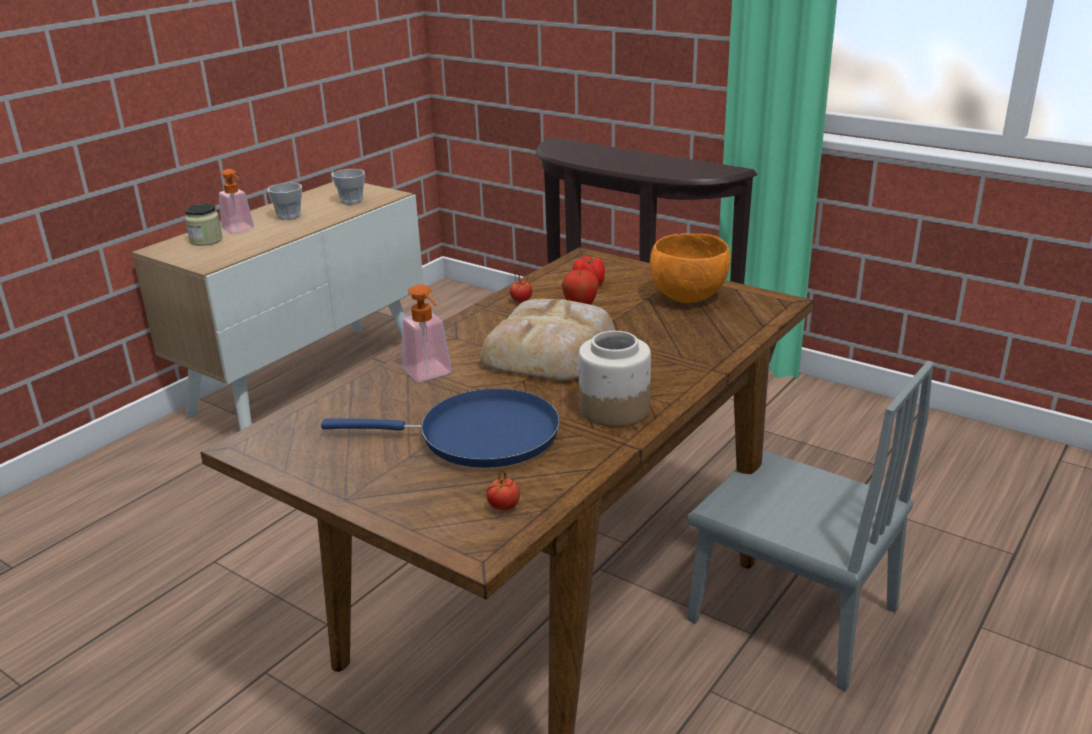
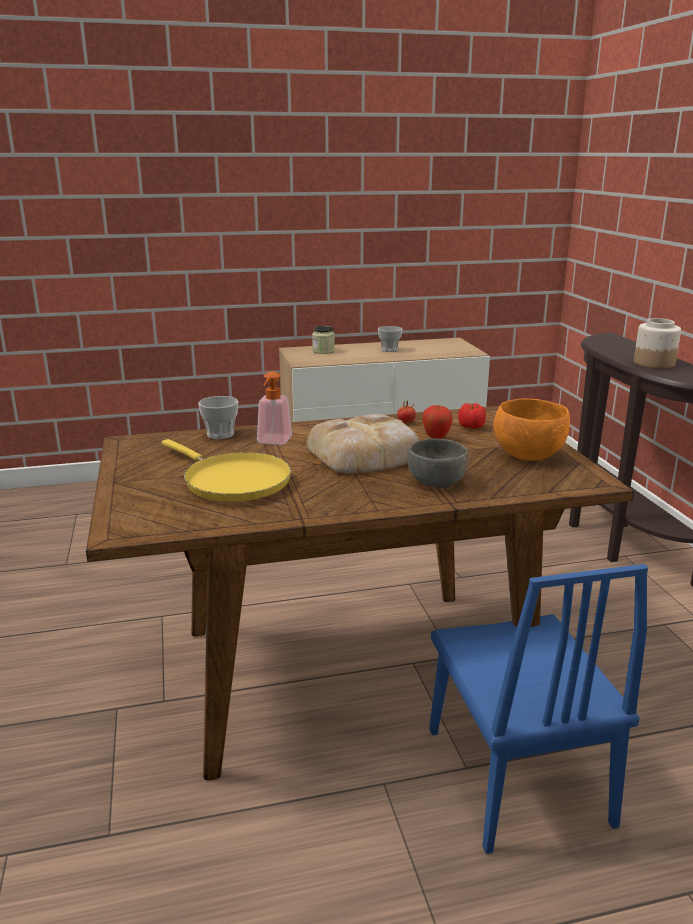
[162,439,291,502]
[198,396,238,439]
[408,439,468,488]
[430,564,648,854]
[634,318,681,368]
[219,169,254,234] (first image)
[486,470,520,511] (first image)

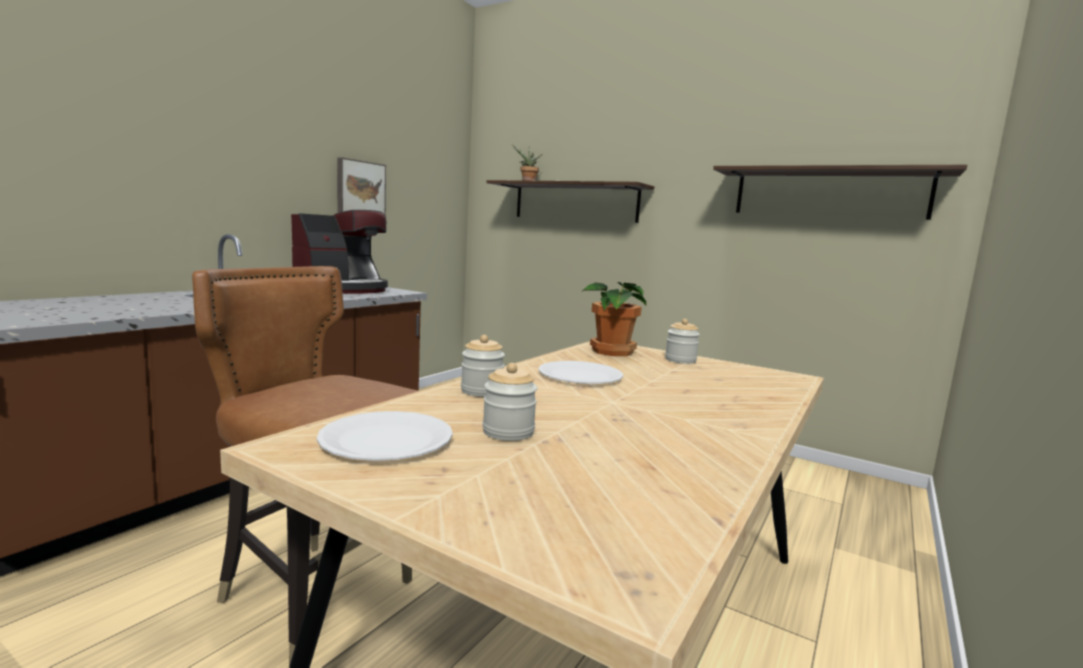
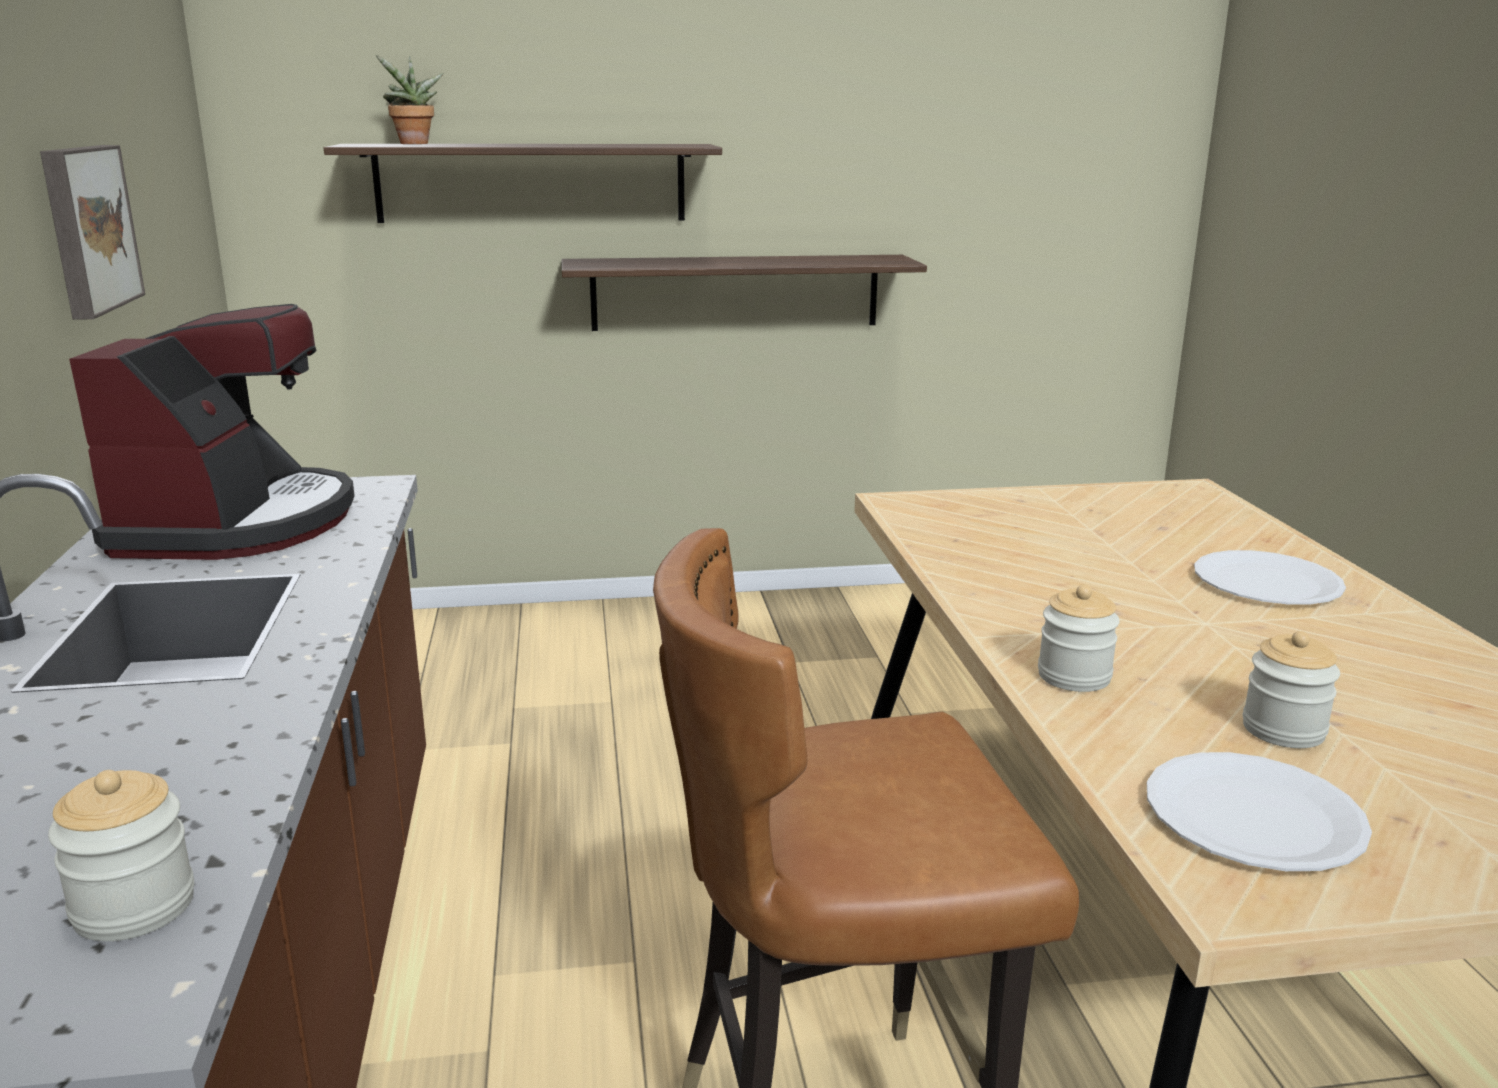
[48,770,194,941]
[561,255,927,331]
[1194,550,1346,604]
[581,282,646,356] (first image)

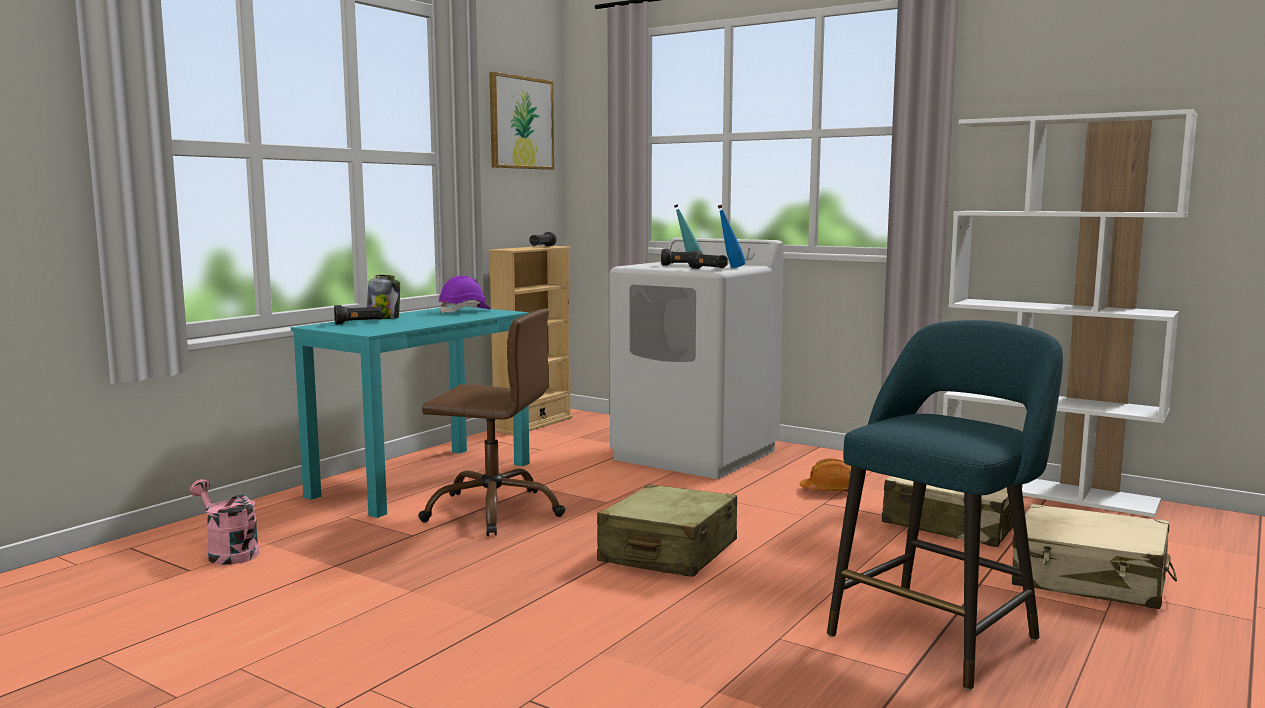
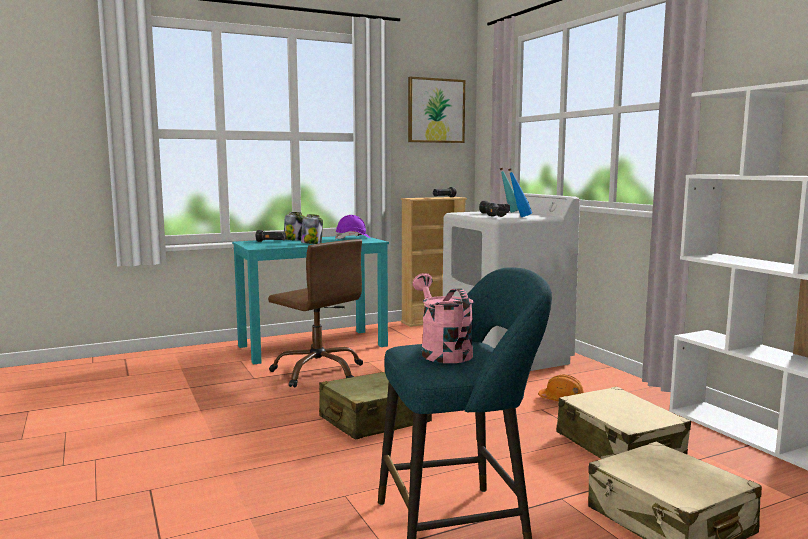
[301,214,323,244]
[413,273,473,363]

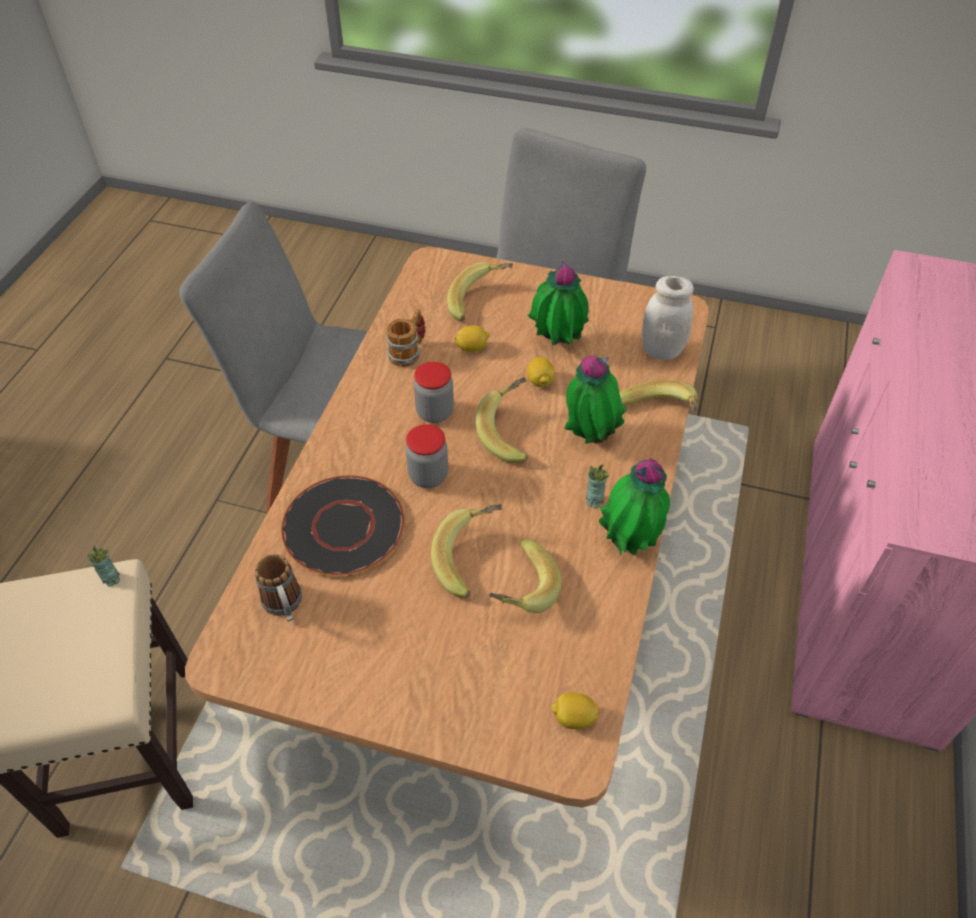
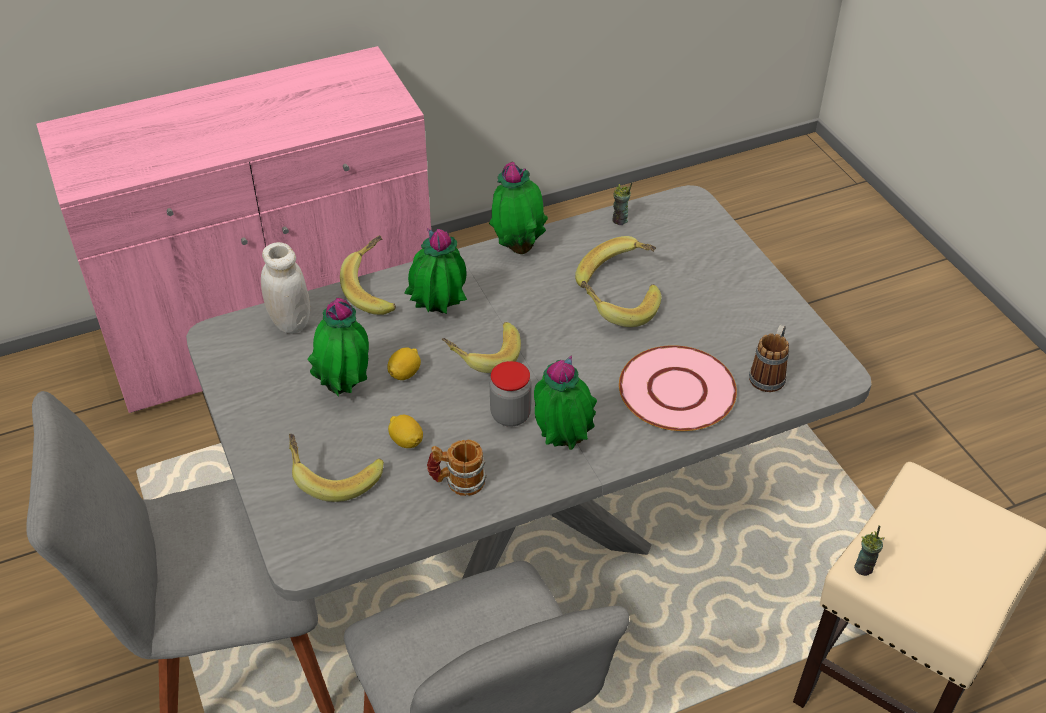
[186,185,872,602]
[534,355,597,450]
[612,182,632,225]
[619,345,737,431]
[405,424,448,488] (first image)
[551,692,599,730] (first image)

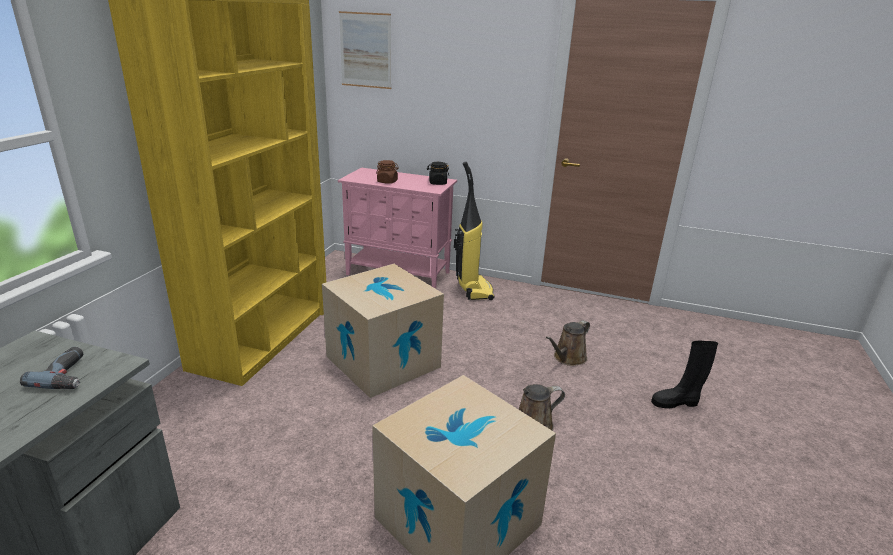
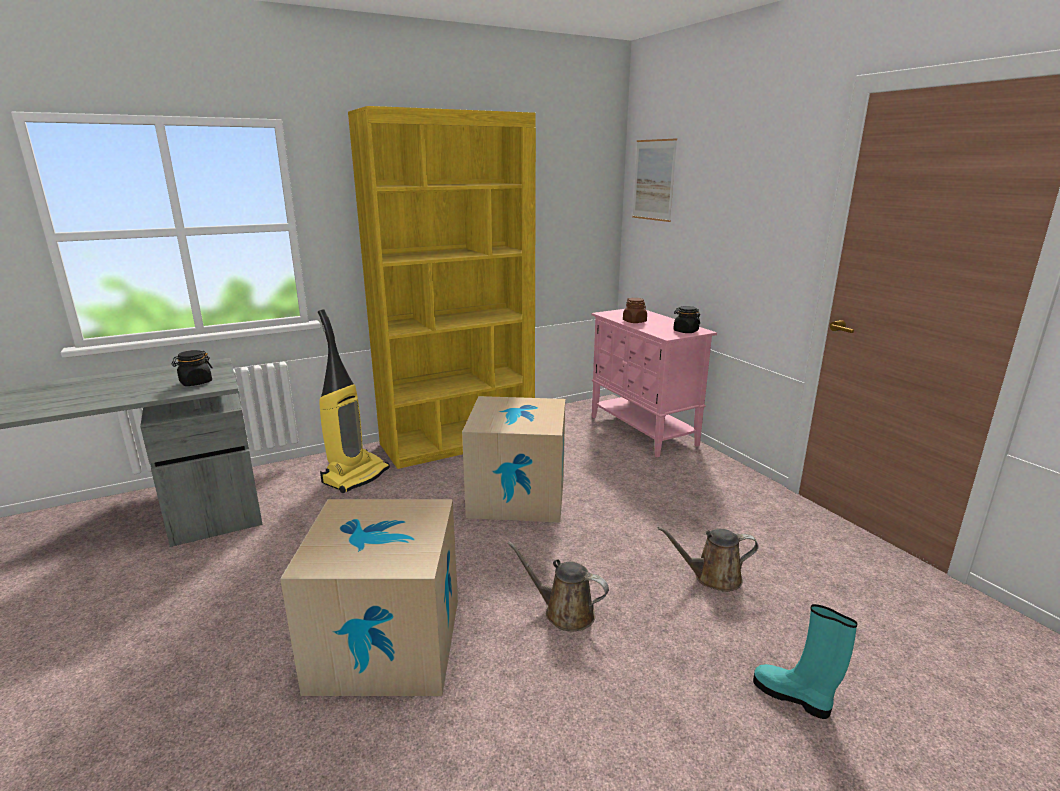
[172,350,213,386]
[318,309,390,493]
[753,604,858,719]

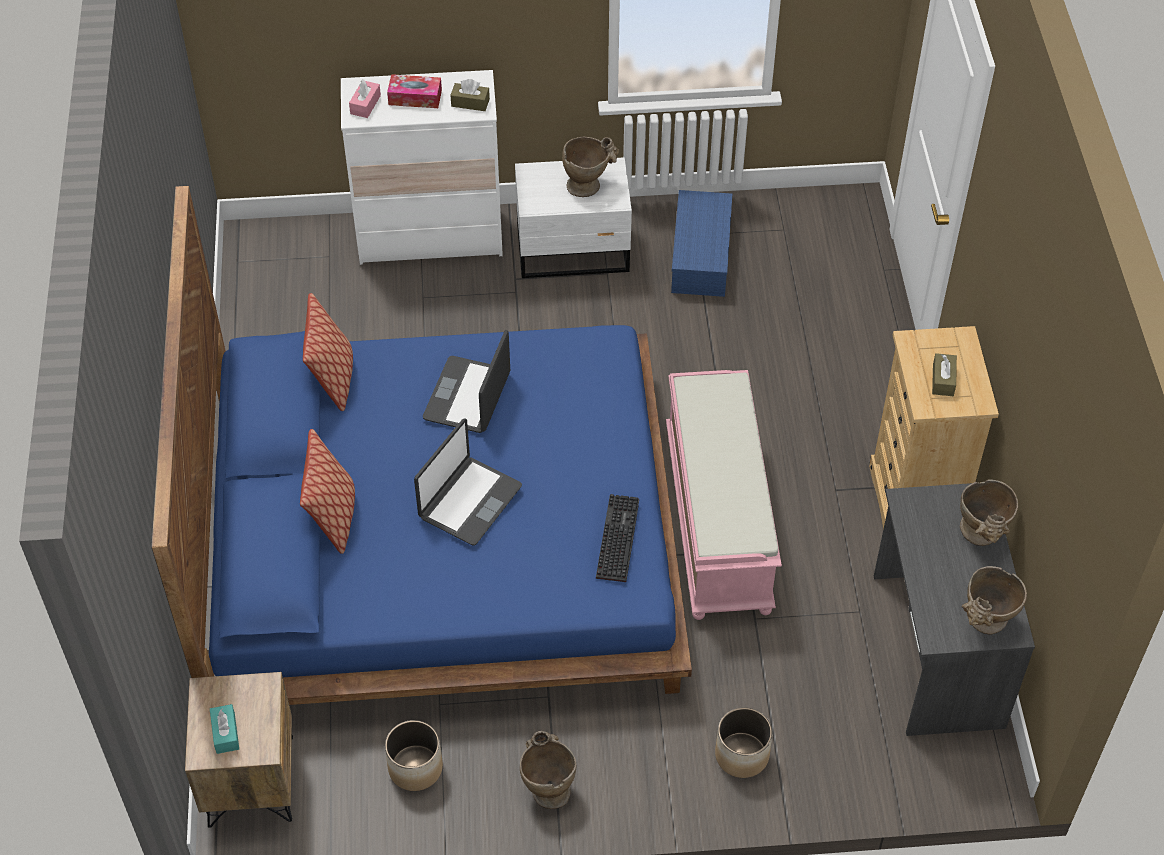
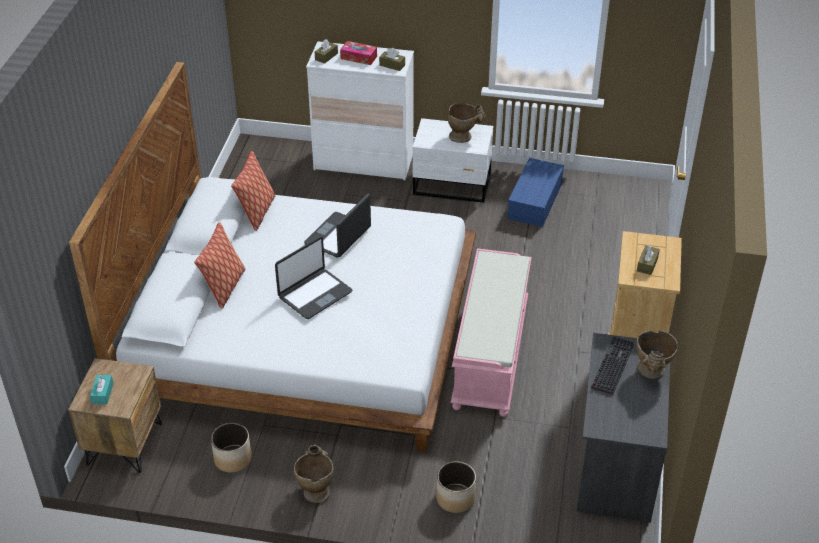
[69,62,476,451]
[315,39,338,64]
[591,337,634,395]
[962,566,1027,635] (first image)

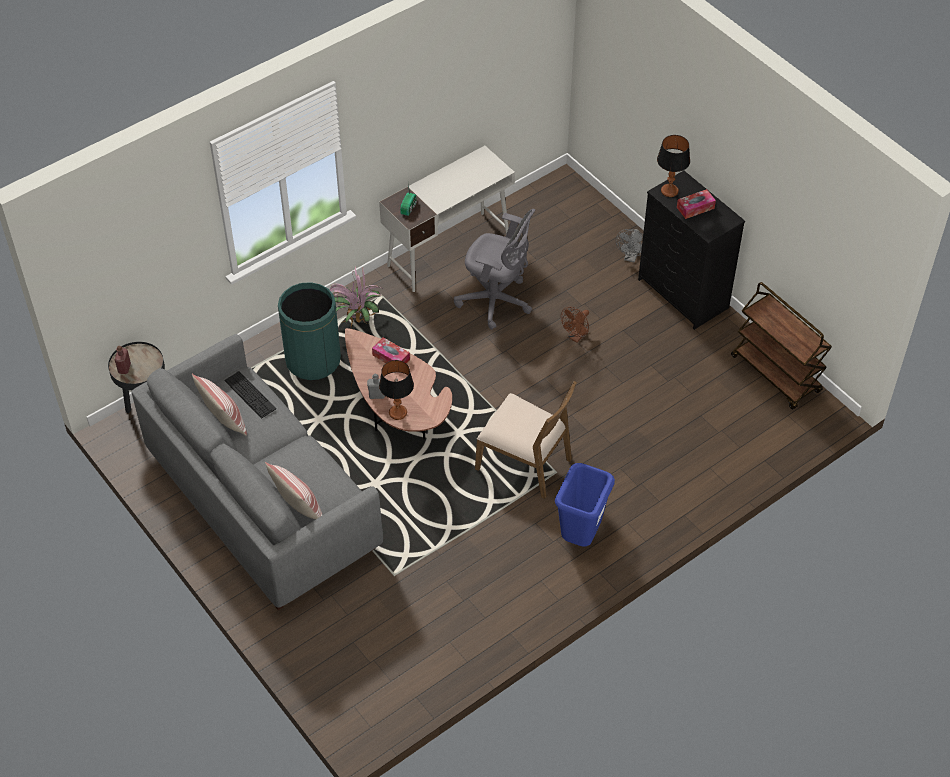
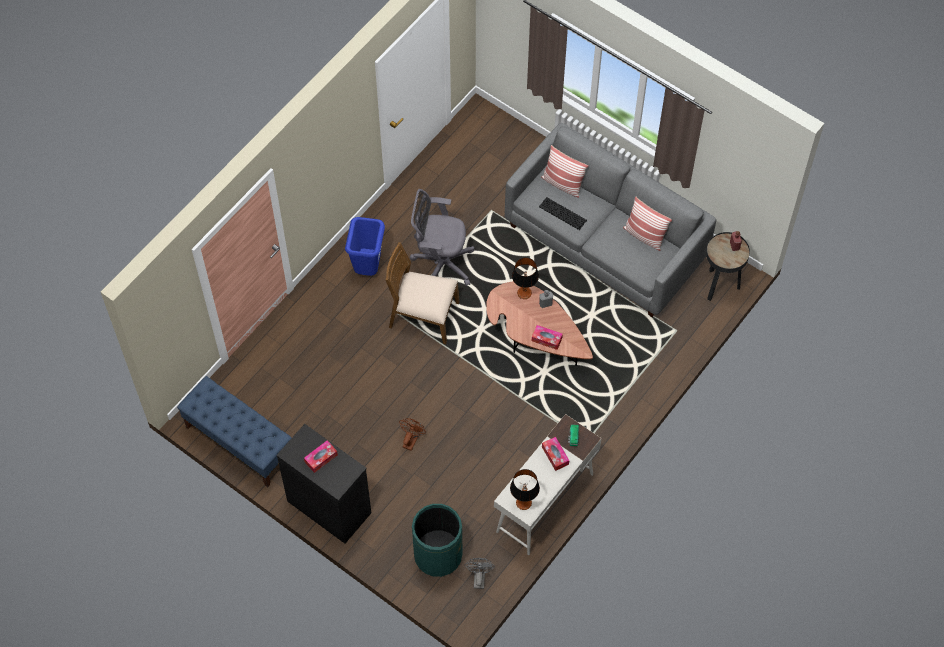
[177,376,292,487]
[410,189,474,286]
[412,504,463,577]
[465,558,495,589]
[510,469,540,510]
[539,197,587,230]
[542,437,569,471]
[327,266,382,328] (first image)

